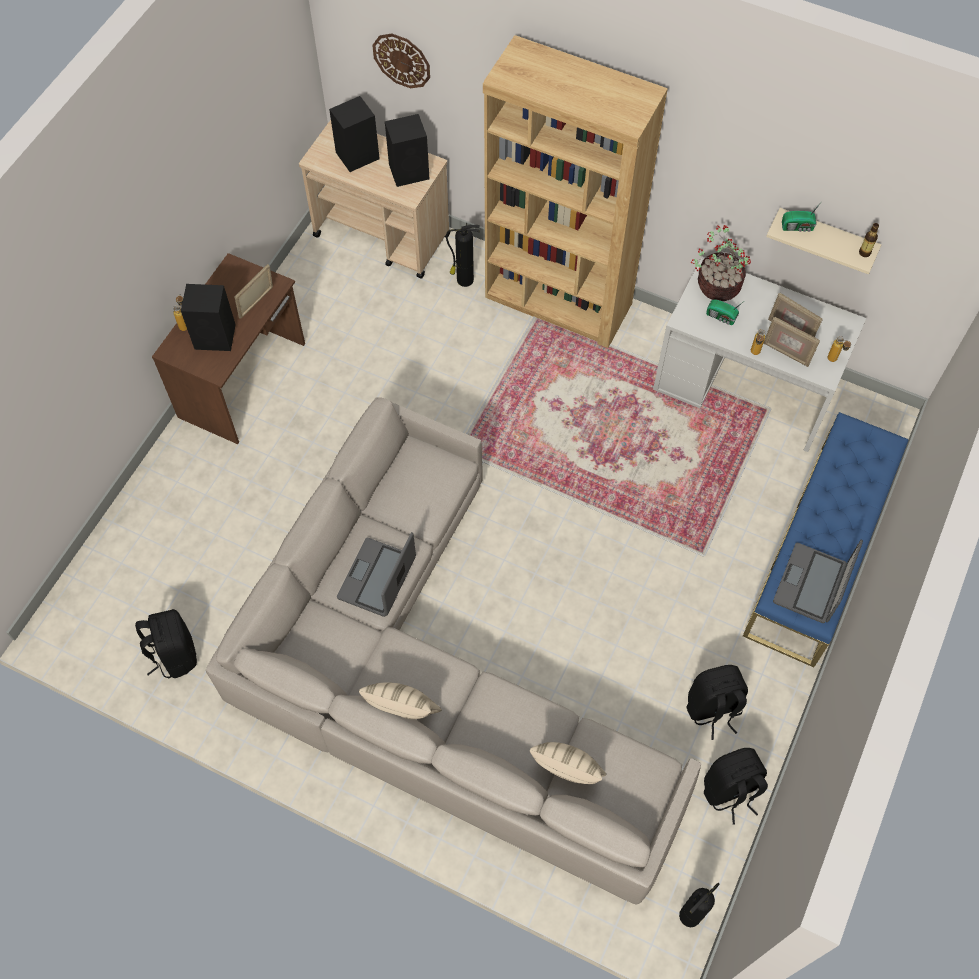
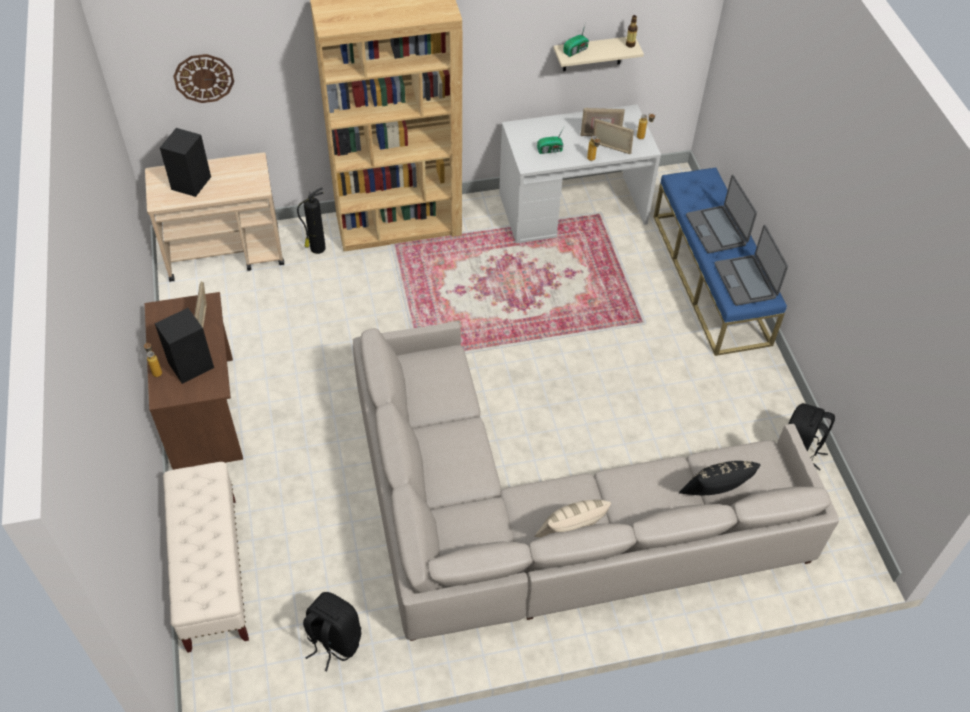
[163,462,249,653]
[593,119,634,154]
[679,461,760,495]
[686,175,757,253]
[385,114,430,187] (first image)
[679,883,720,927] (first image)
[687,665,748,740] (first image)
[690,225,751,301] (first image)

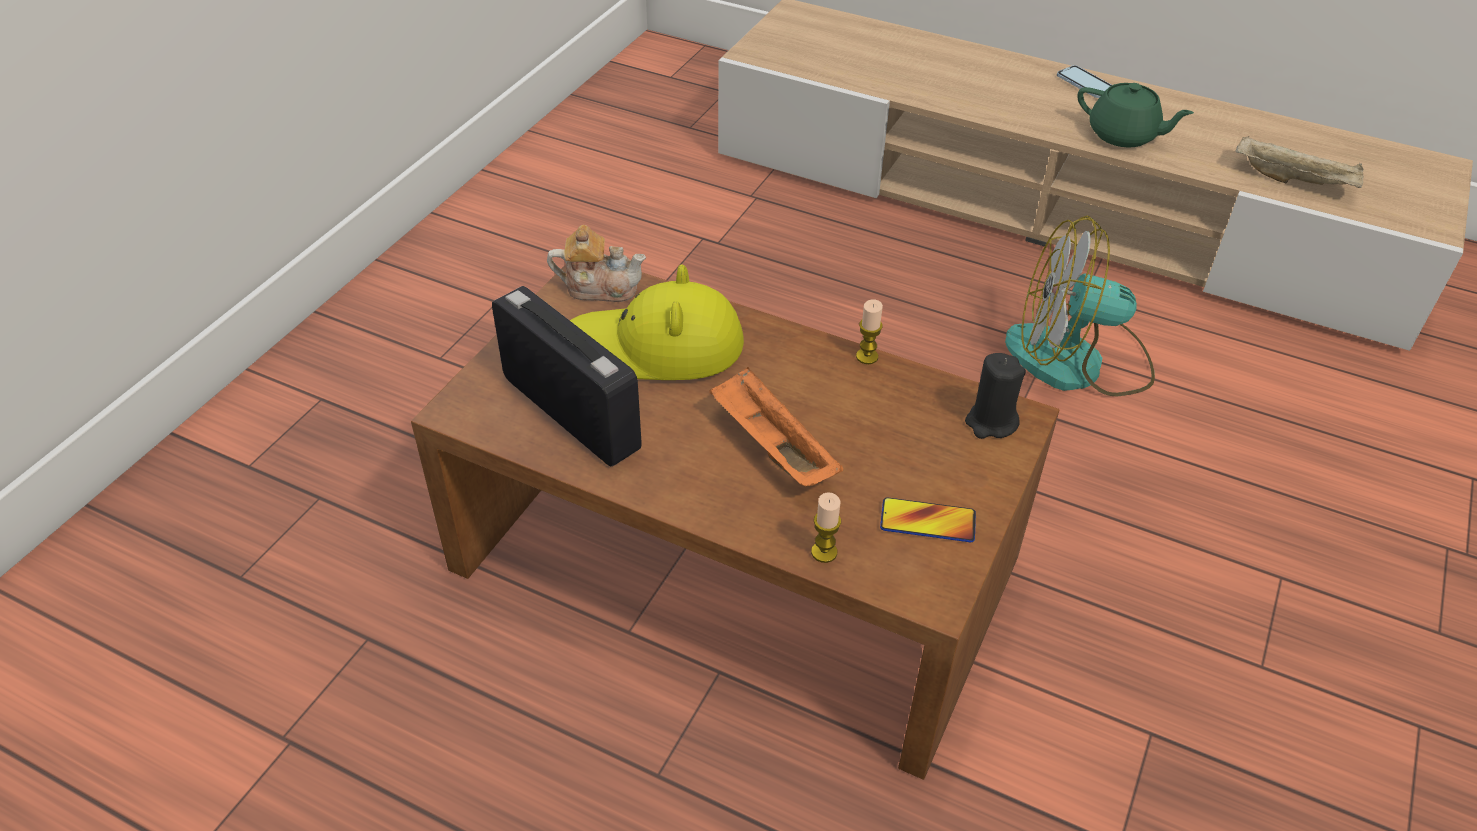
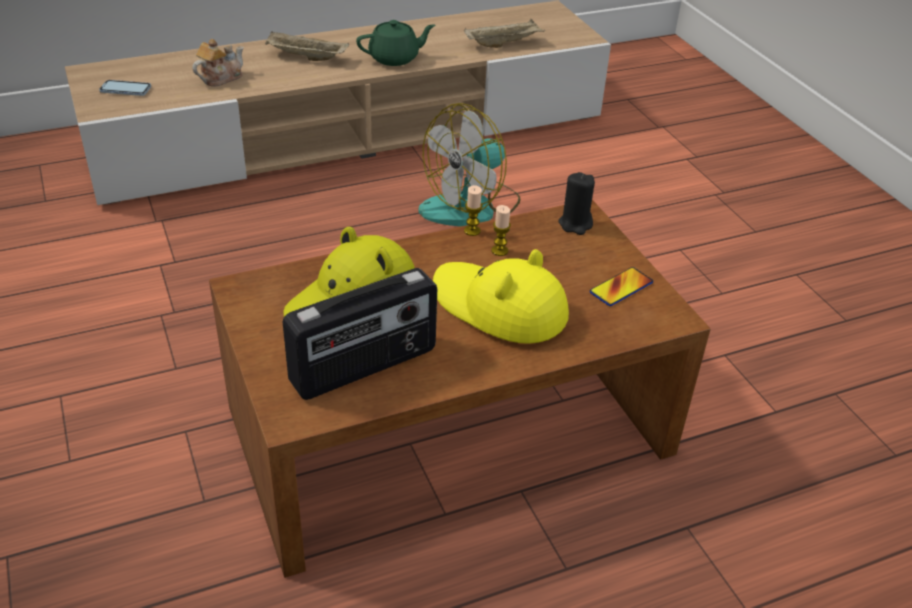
[99,80,151,96]
[192,39,244,86]
[265,32,349,61]
[283,268,437,400]
[433,249,569,344]
[491,205,511,256]

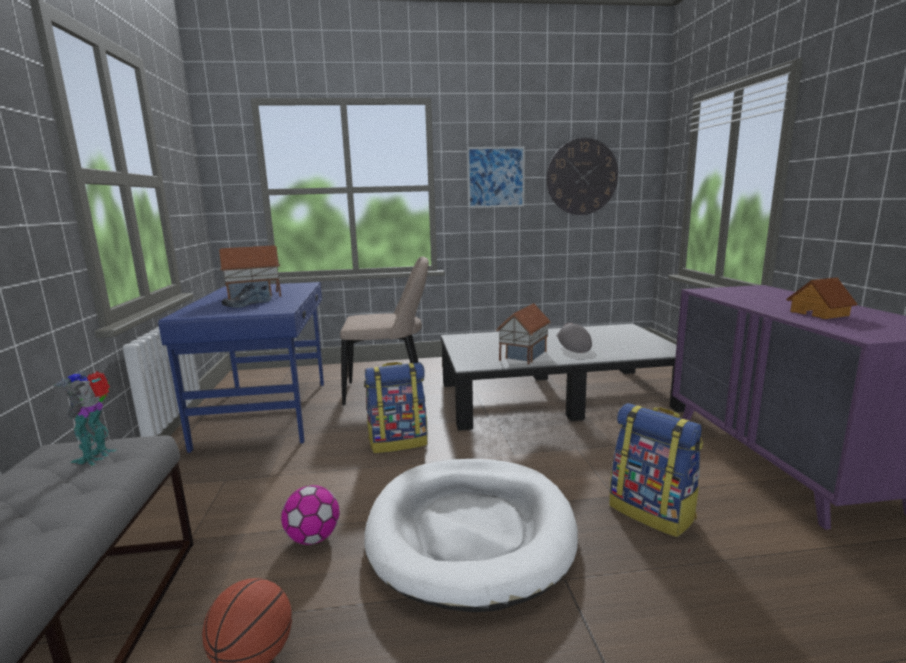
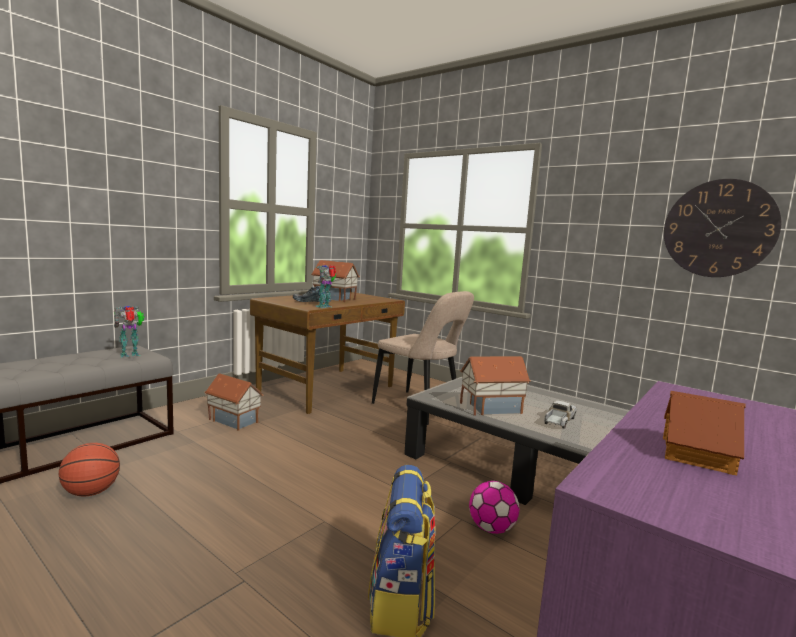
[204,373,263,431]
[250,292,405,414]
[314,265,337,308]
[469,481,519,534]
[544,400,577,429]
[364,362,427,453] (first image)
[364,459,578,612] (first image)
[467,146,525,208] (first image)

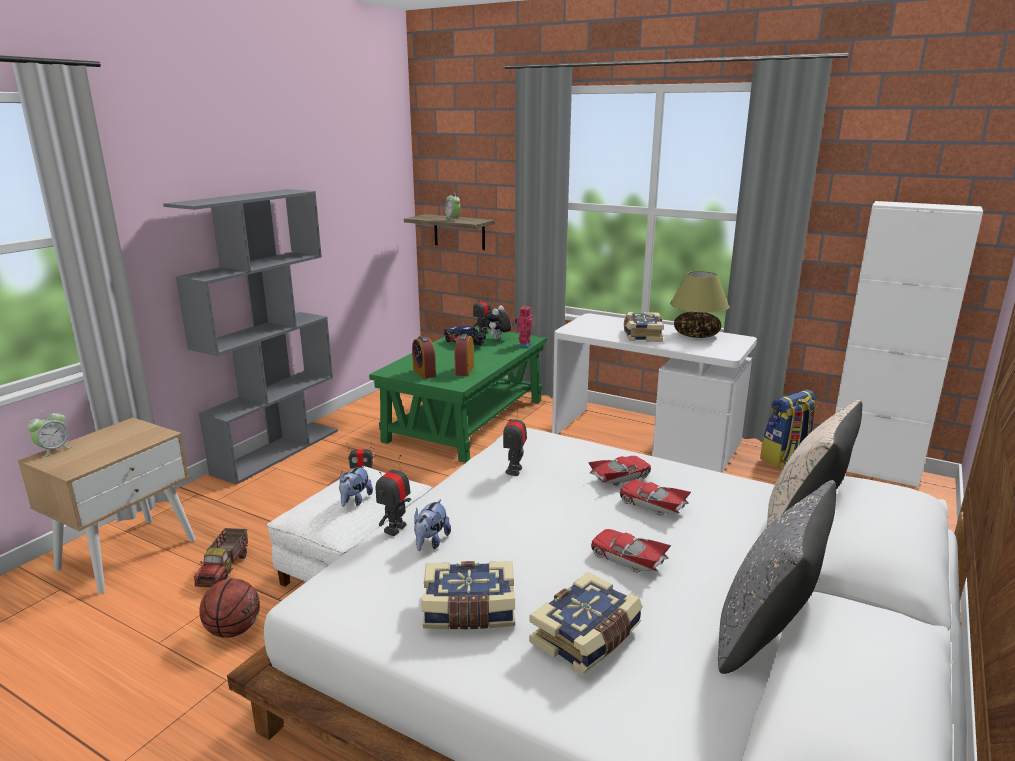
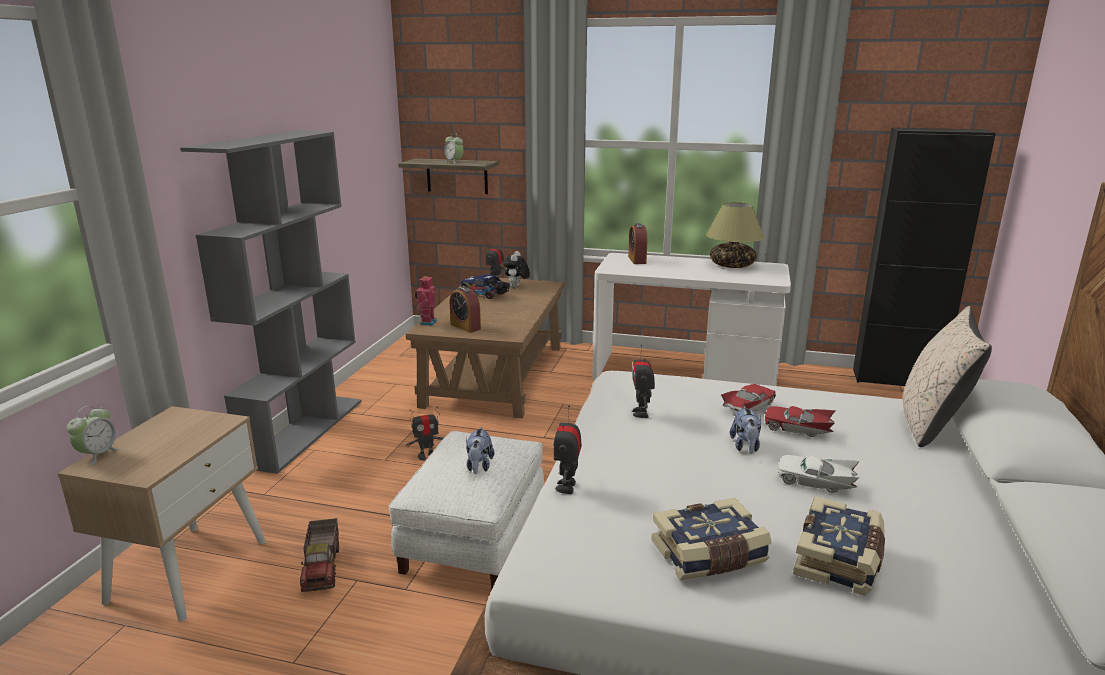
[406,276,564,418]
[415,275,437,326]
[628,223,647,264]
[730,406,761,454]
[778,455,860,493]
[853,128,996,386]
[199,579,260,638] (first image)
[624,312,664,342] (first image)
[718,480,836,674] (first image)
[760,390,817,468] (first image)

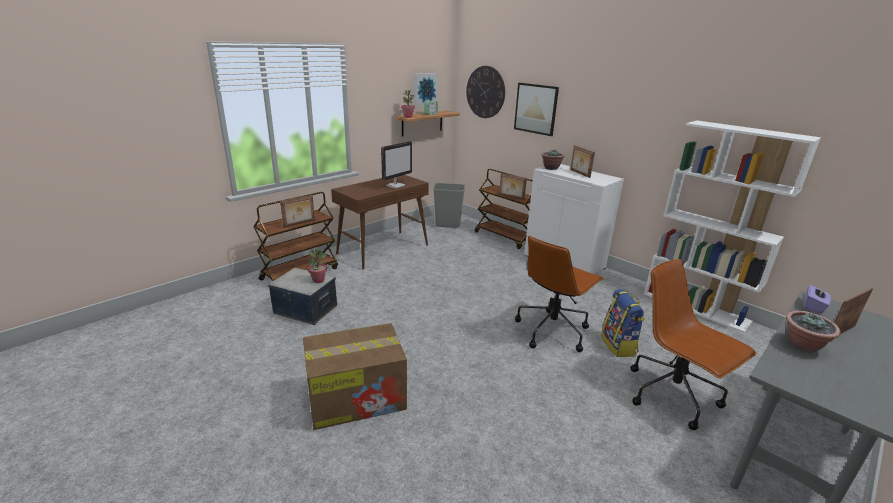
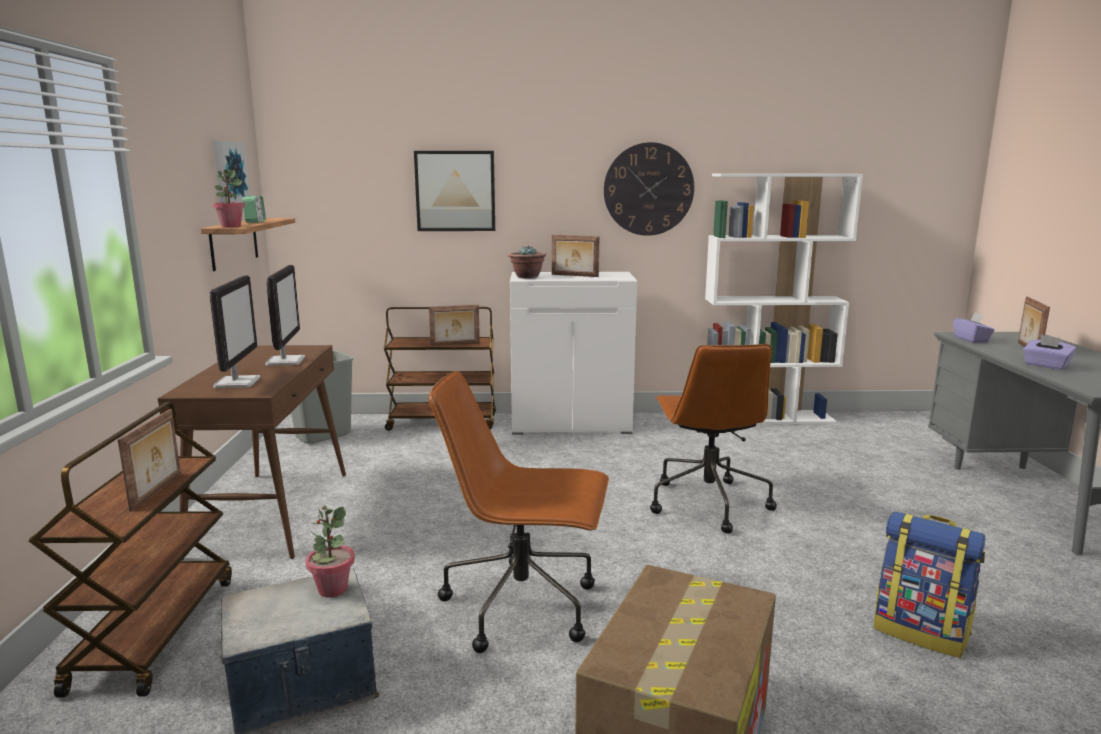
[210,275,260,388]
[429,371,609,653]
[604,142,694,236]
[874,511,985,658]
[1023,335,1076,370]

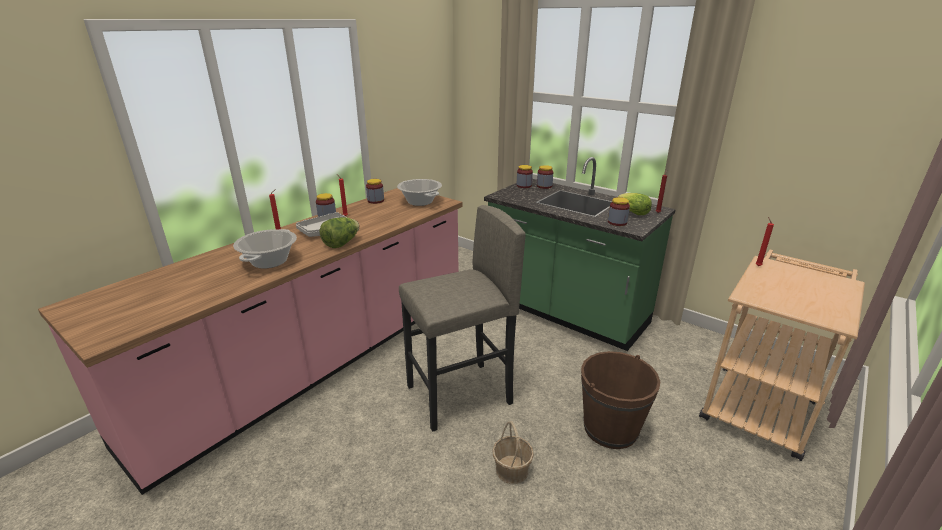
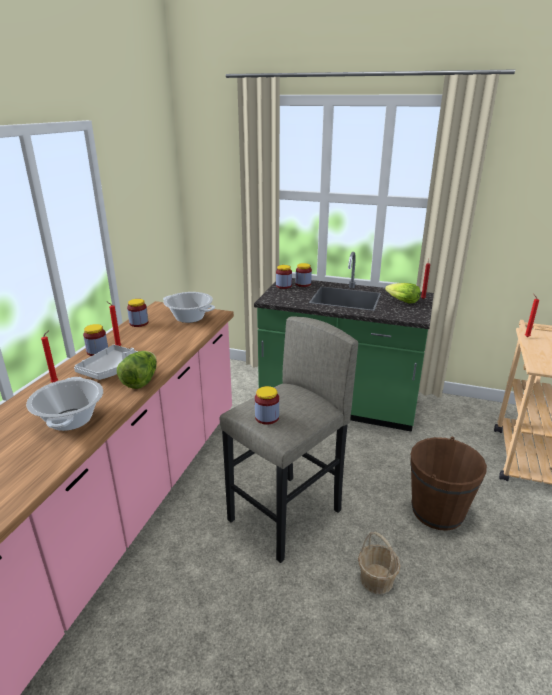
[255,386,279,425]

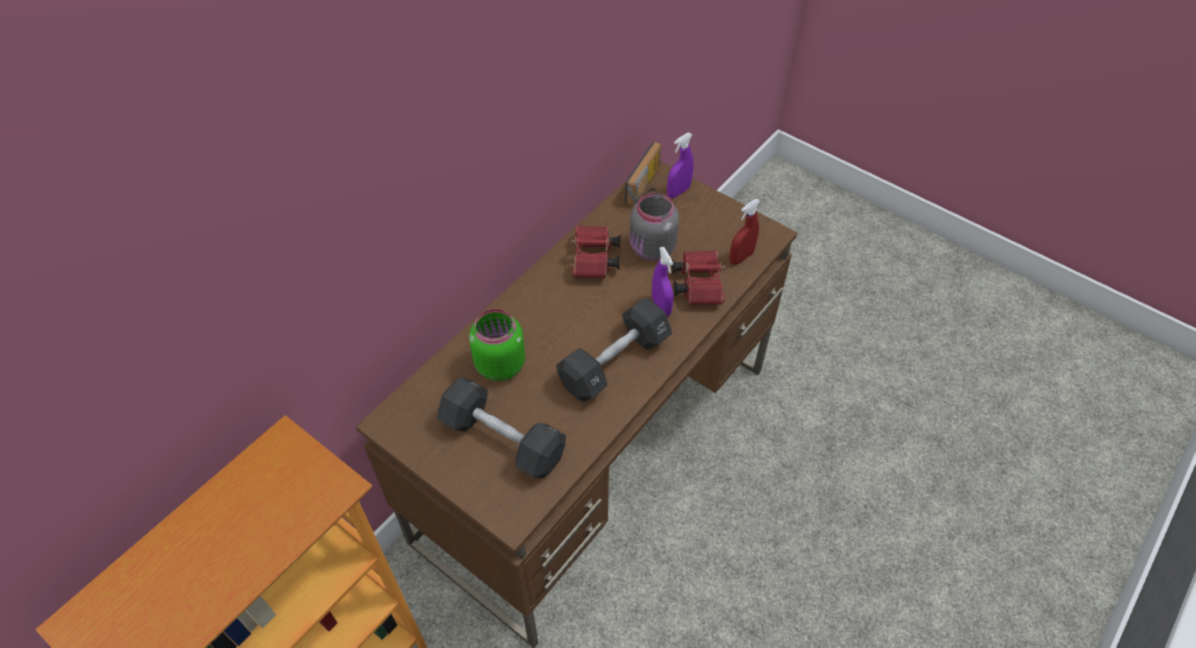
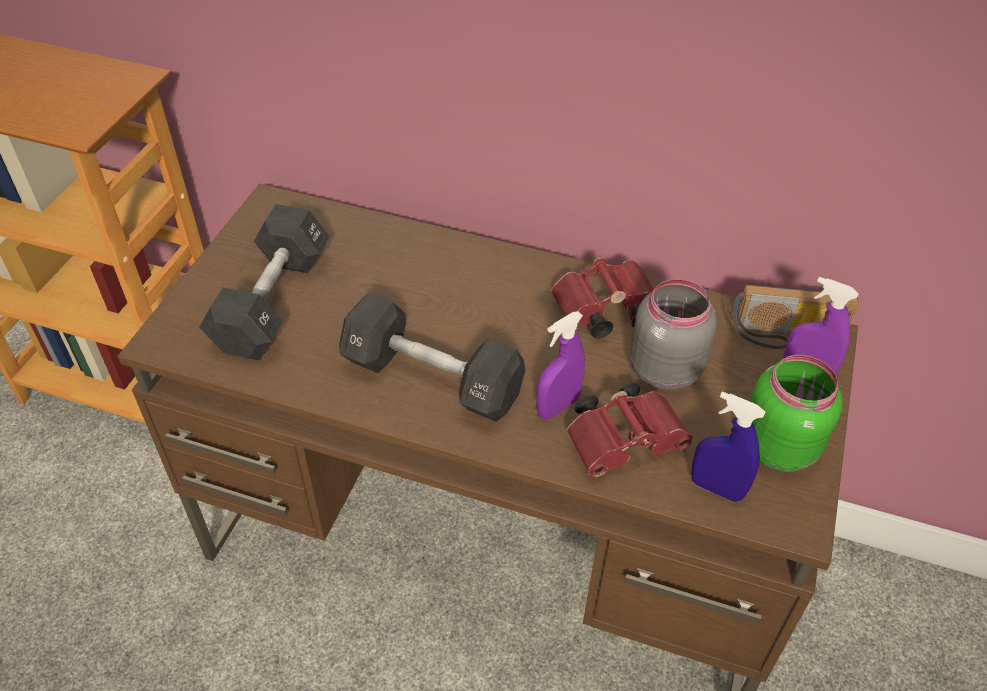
[691,392,765,502]
[750,355,842,472]

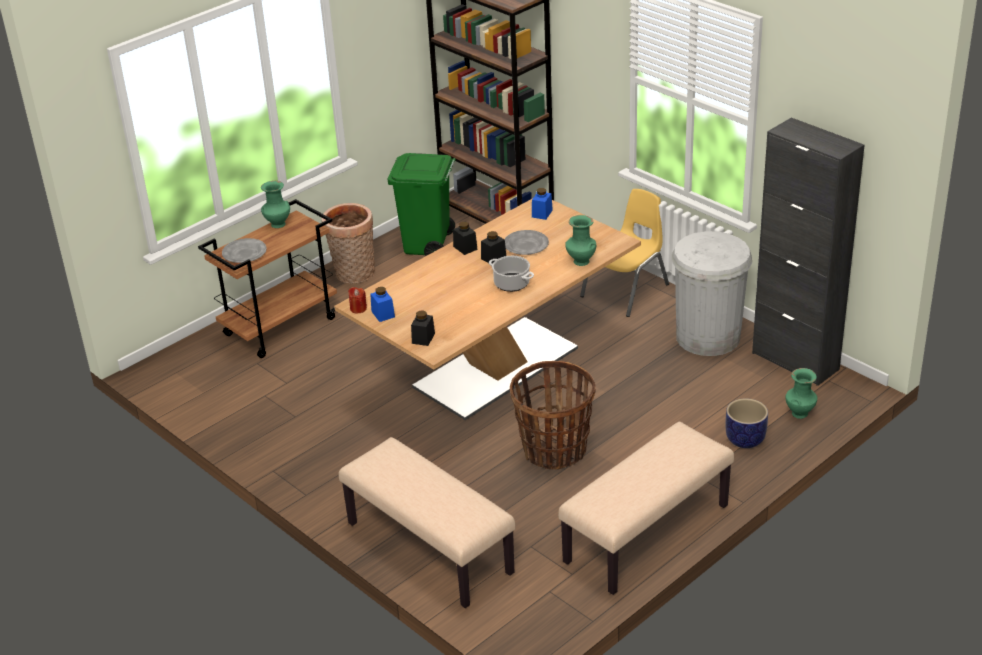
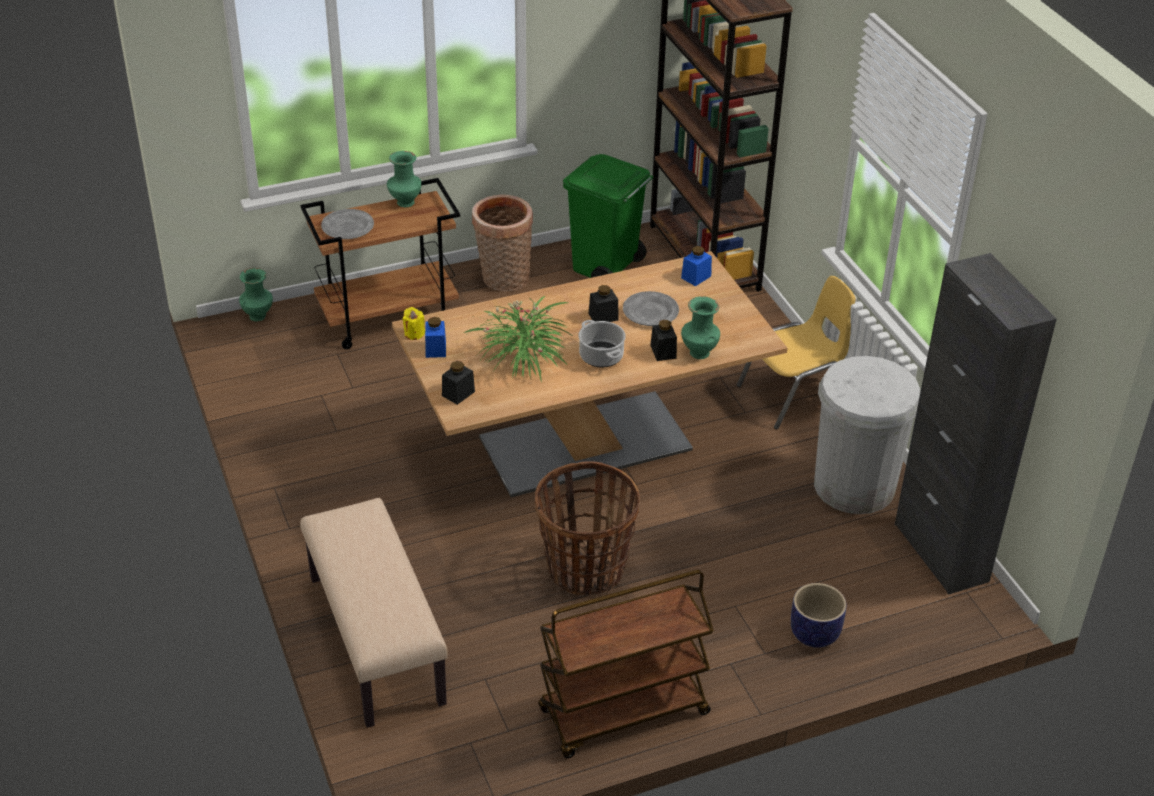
[239,268,273,321]
[402,307,425,340]
[464,296,571,383]
[538,570,714,758]
[650,320,677,361]

